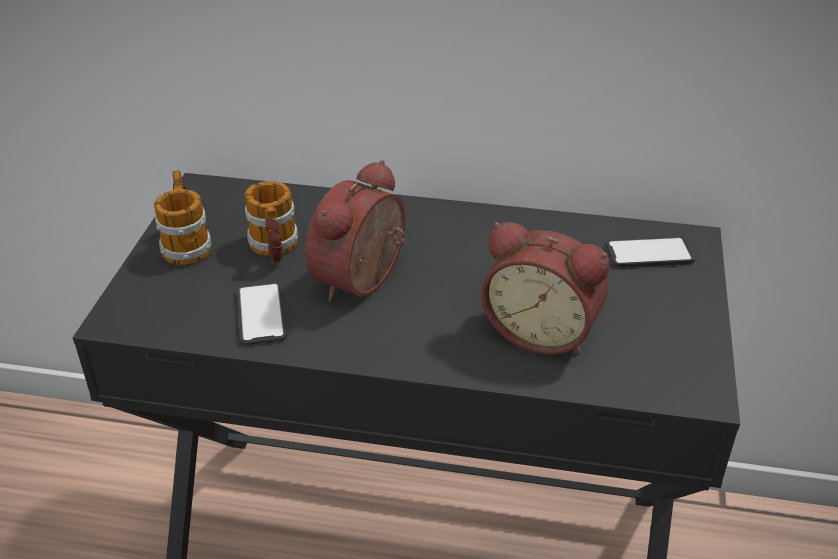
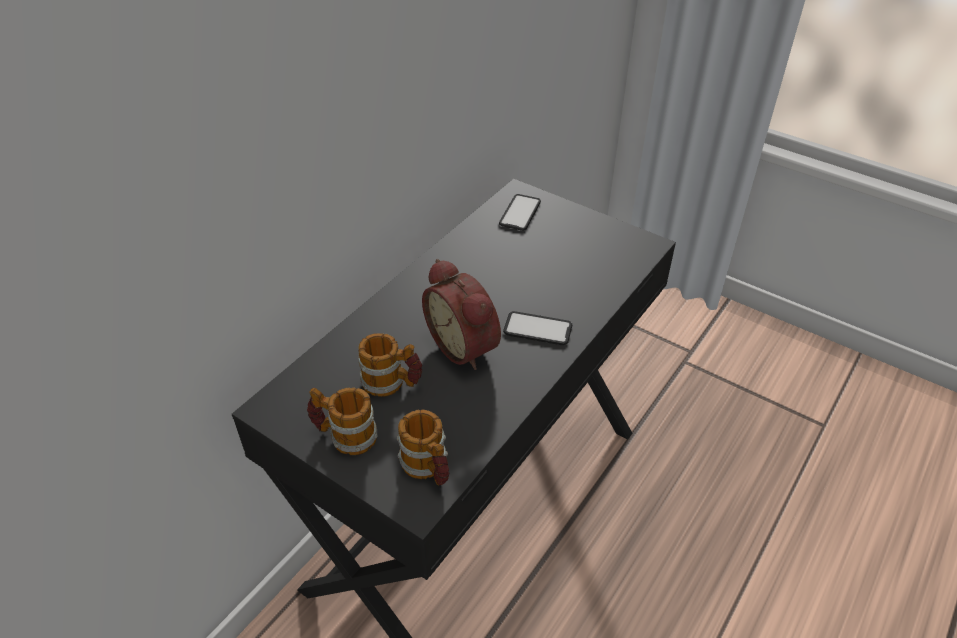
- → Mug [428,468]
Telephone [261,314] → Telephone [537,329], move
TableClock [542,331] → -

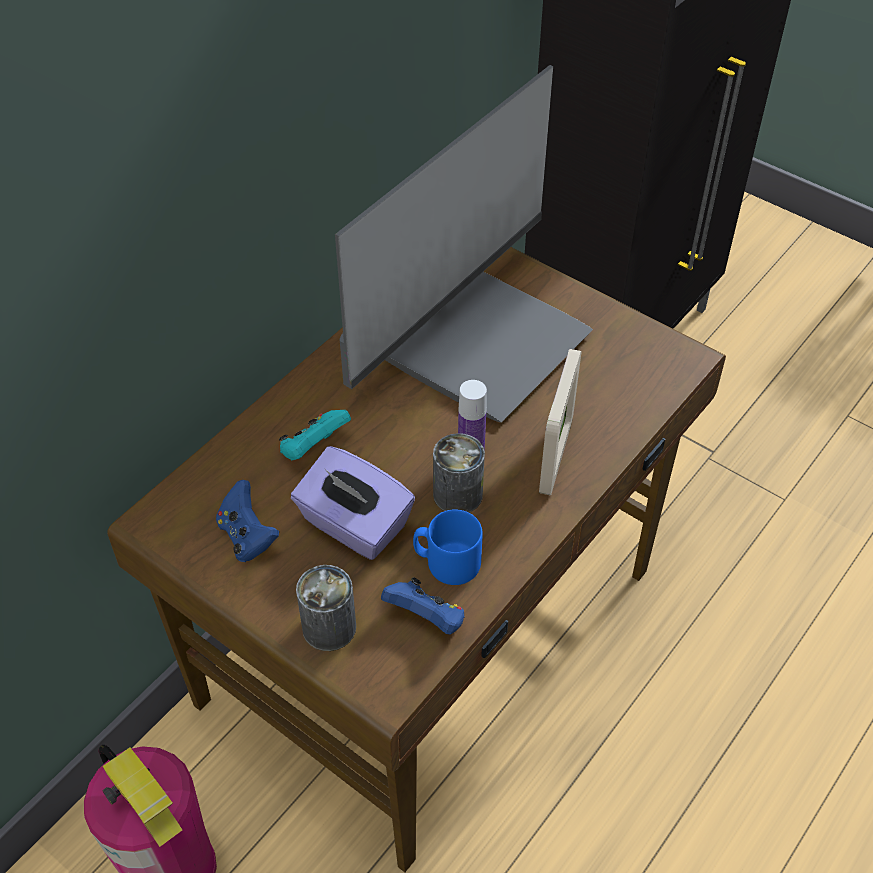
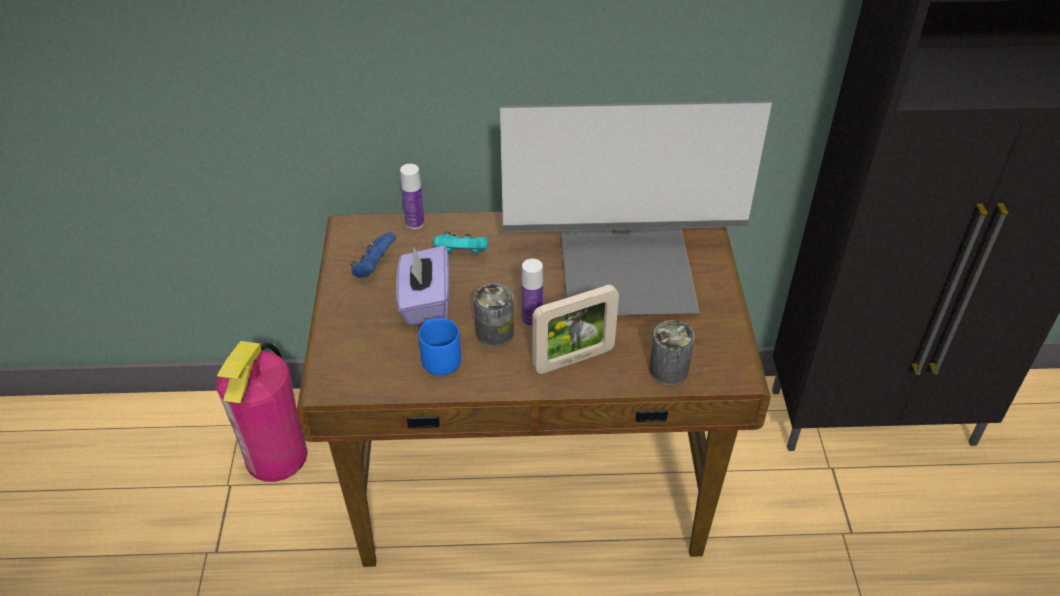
- → BeverageBottle [415,223]
SealedCan [329,627] → SealedCan [668,370], move
BlueColouredJoypad [426,619] → -

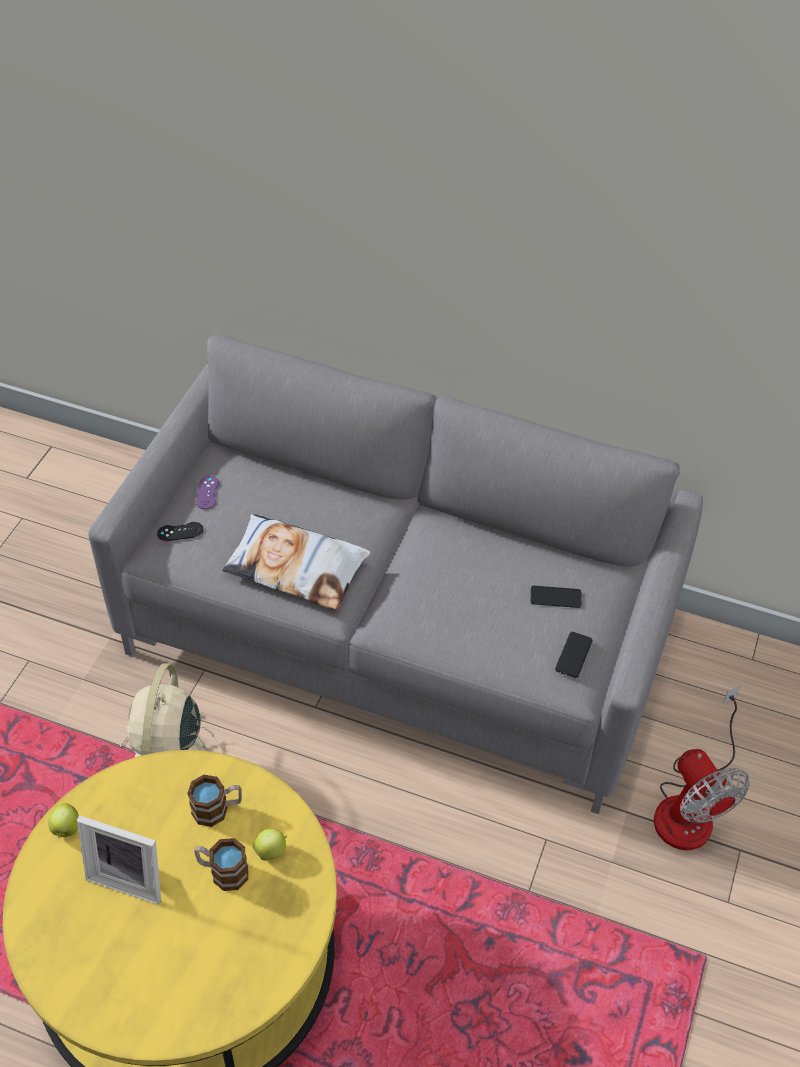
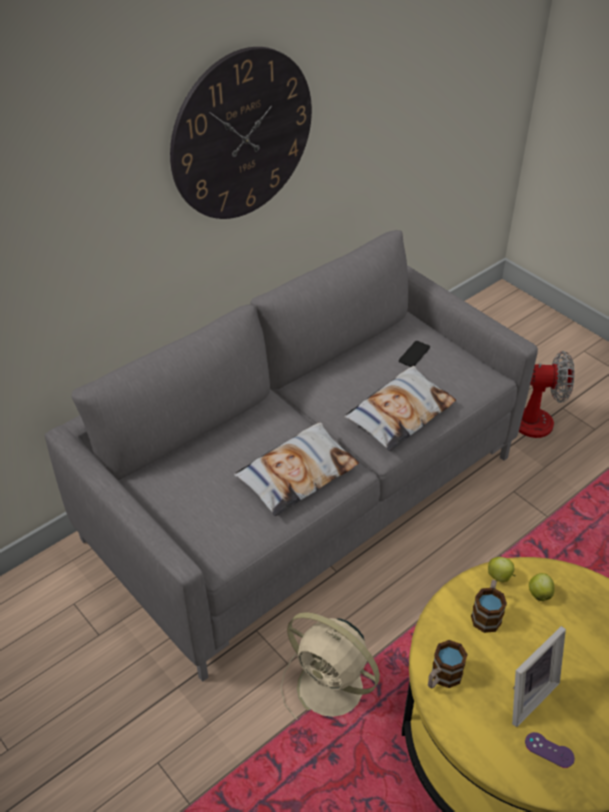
- → HangingClock [242,135]
- → ThrowPillow [400,413]
Mug [222,871] → Mug [442,678], move
Apple [66,829] → Apple [500,576], move
PurplishJoypad [207,493] → PurplishJoypad [549,750], move
BlackColouredJoypad [180,531] → -
Telephone [573,655] → -

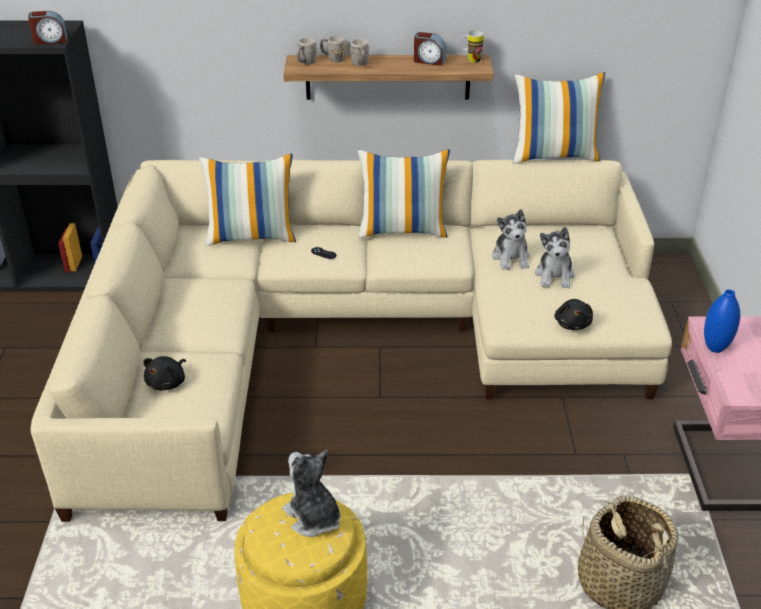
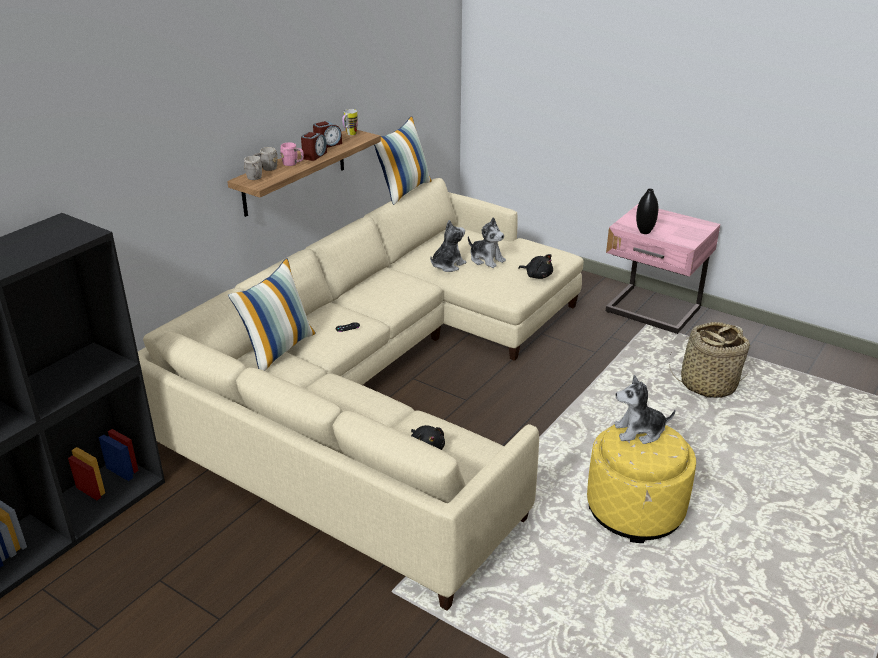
GrayMug [360,64] → PinkishMug [293,164]
TableClock [50,40] → TableClock [314,155], move
CuddlyToy [511,257] → CuddlyToy [447,265], 75 degrees counterclockwise
BlueColouredVase [715,348] → BlackColouredVase [644,232]
ThrowPillow [403,230] → -

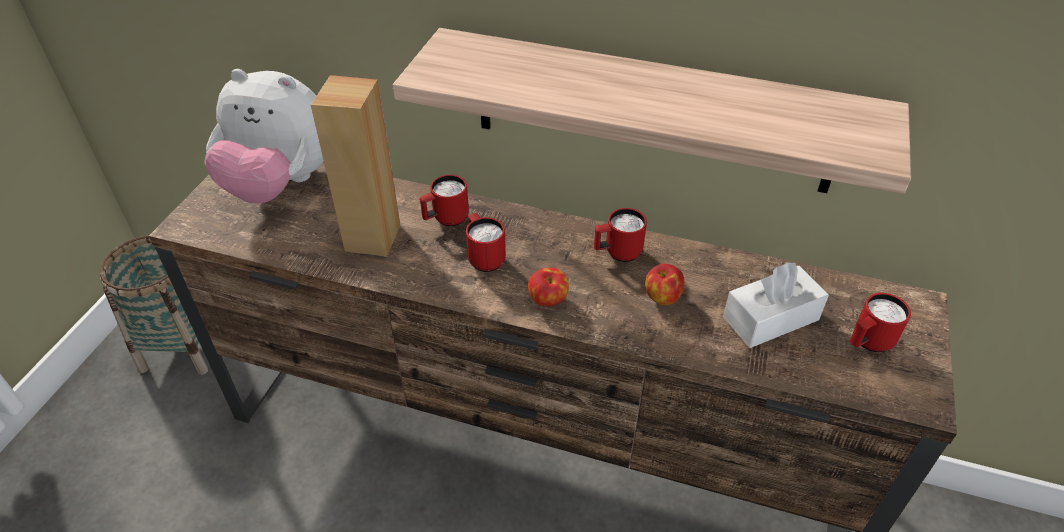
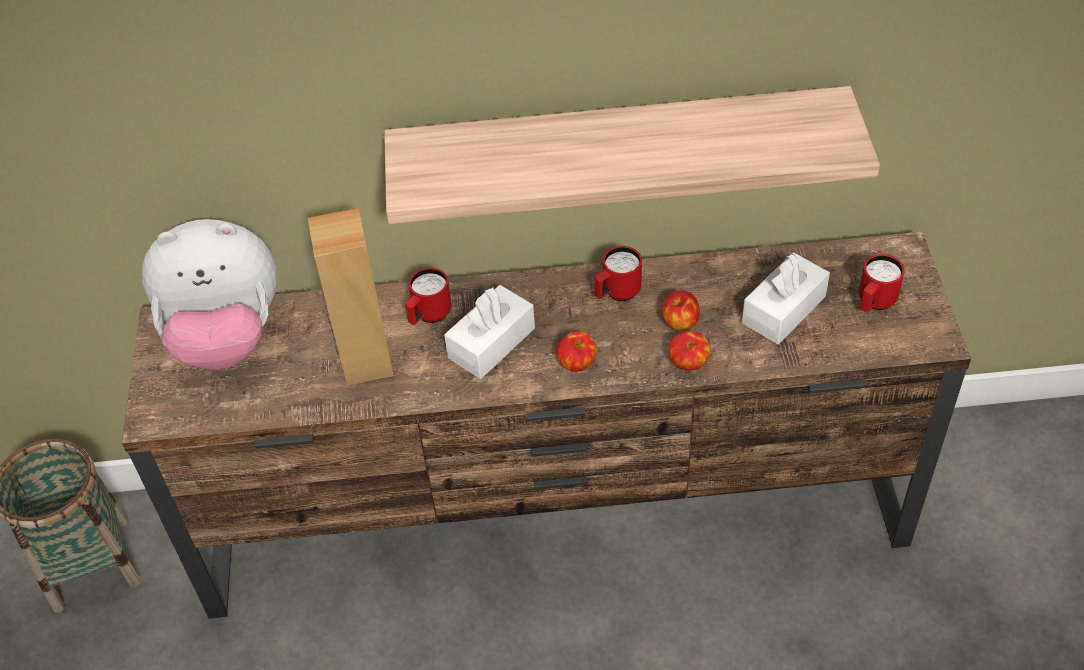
RedMug [484,258] → WhiteColouredTissueBox [491,343]
- → Apple [688,363]

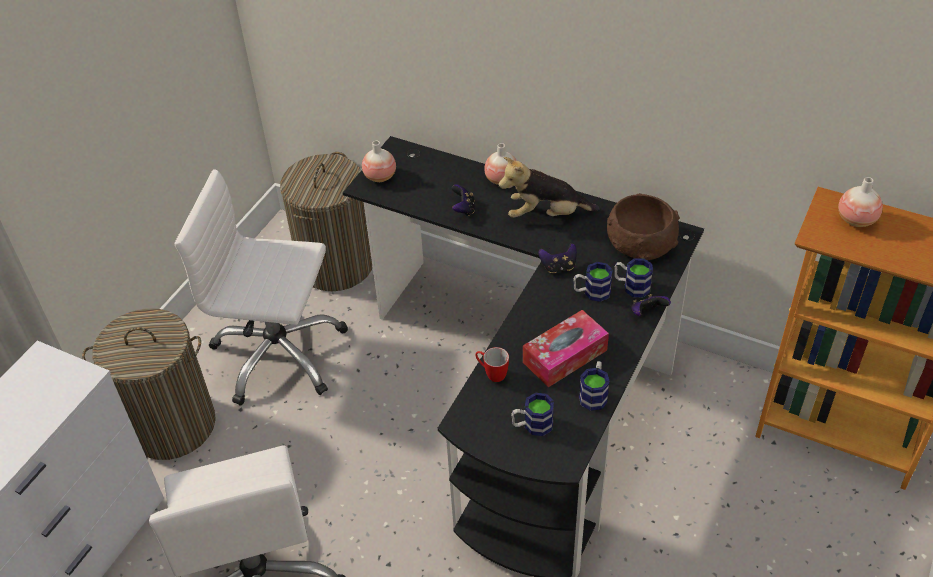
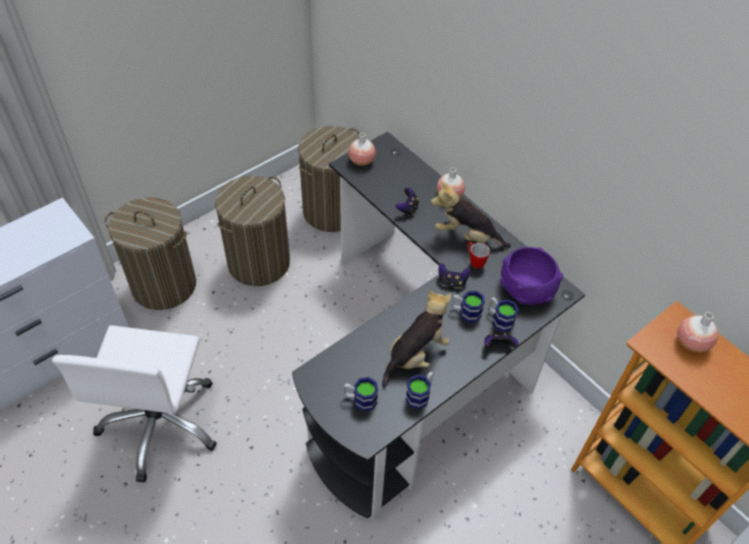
WhiteColouredComputerChair [279,354] → Hamper [259,262]
TissueBox [565,356] → CuddlyToy [416,355]
Mug [491,374] → Mug [474,261], move
BrownishBowl [641,242] → PurplishBowl [528,286]

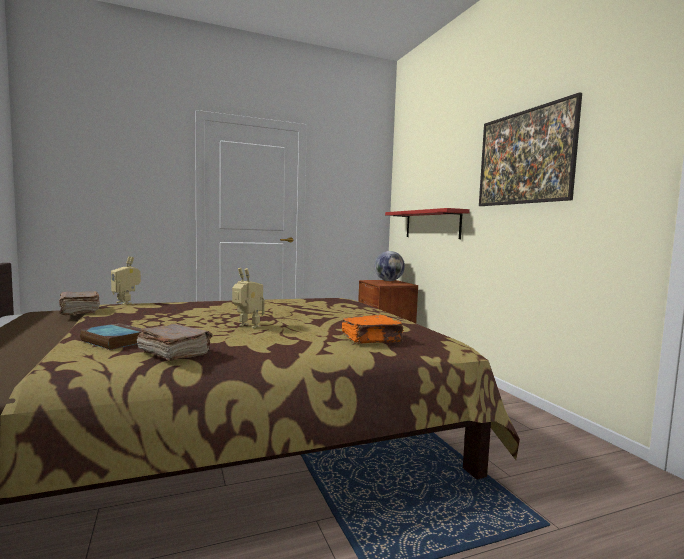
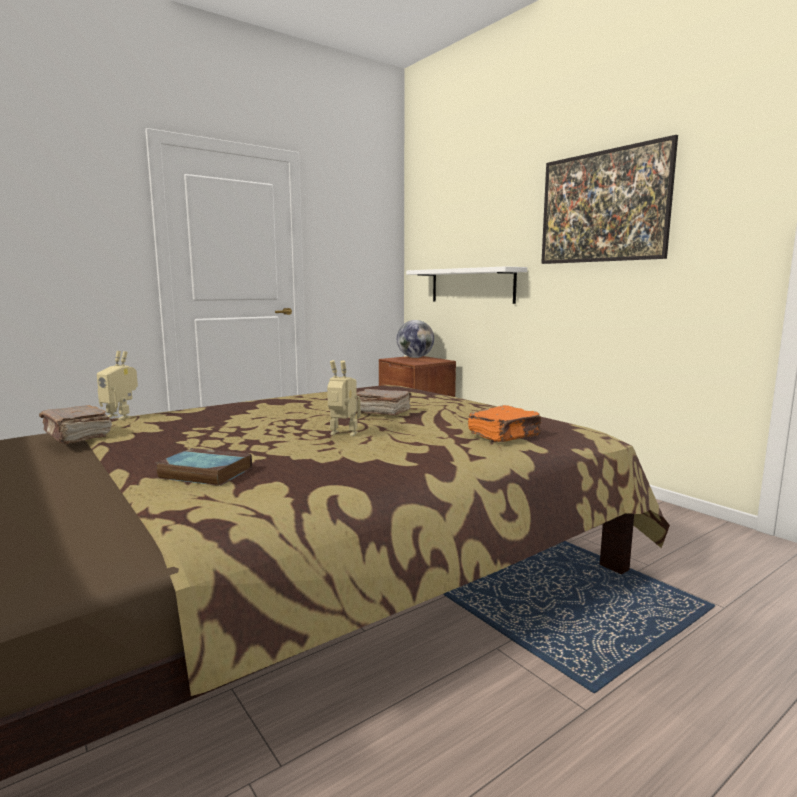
BrownishBook [174,354] → BrownishBook [380,412], move
RedBracketShelf [432,224] → WhiteColouredBracketShelf [471,285]

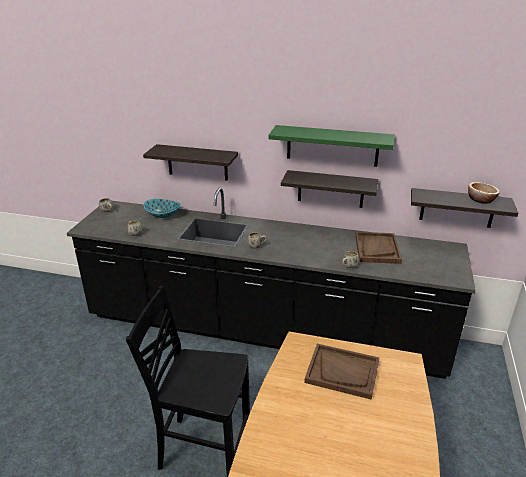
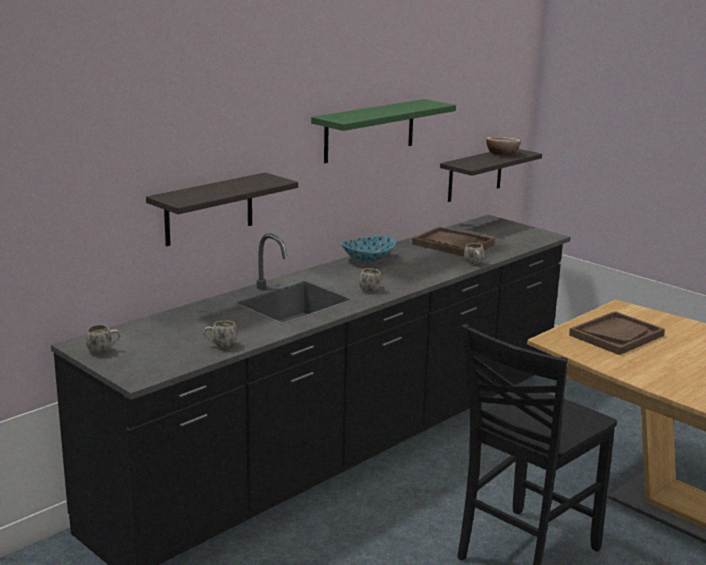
Bowl [163,215] → Bowl [367,259], move
BracketShelf [330,189] → -

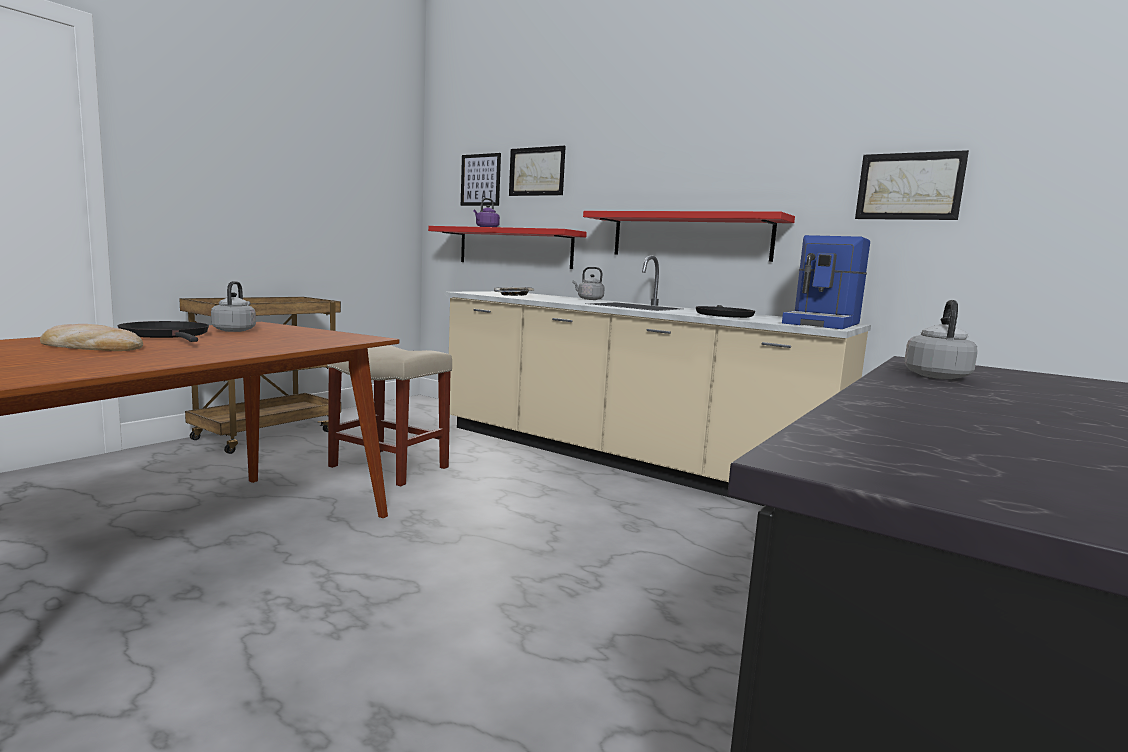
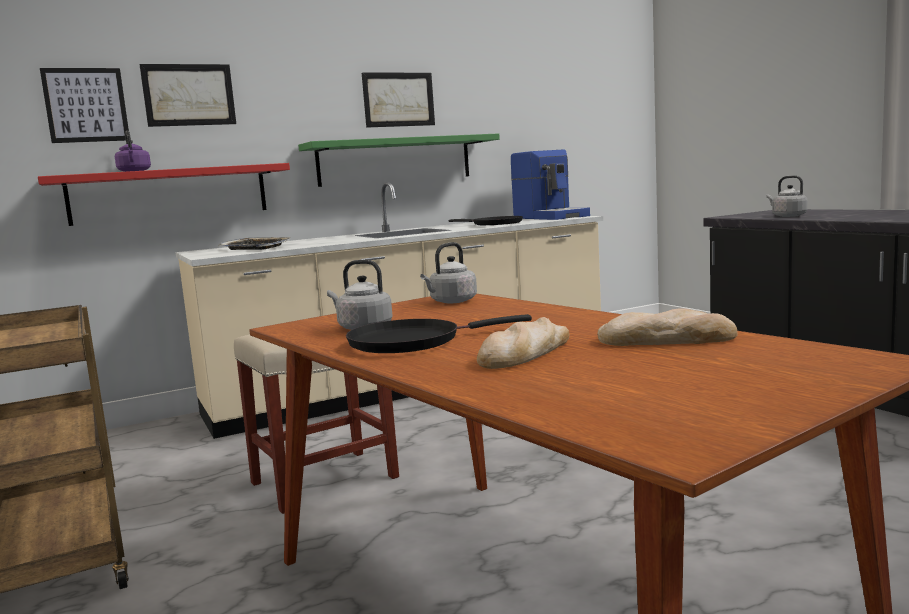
RedBracketShelf [690,236] → GreenishBracketShelf [395,161]
WallPicture [909,186] → WallPicture [398,99], move
GrayTeaKettle [589,299] → GrayTeaKettle [451,302], move
- → BakeryBread [666,339]

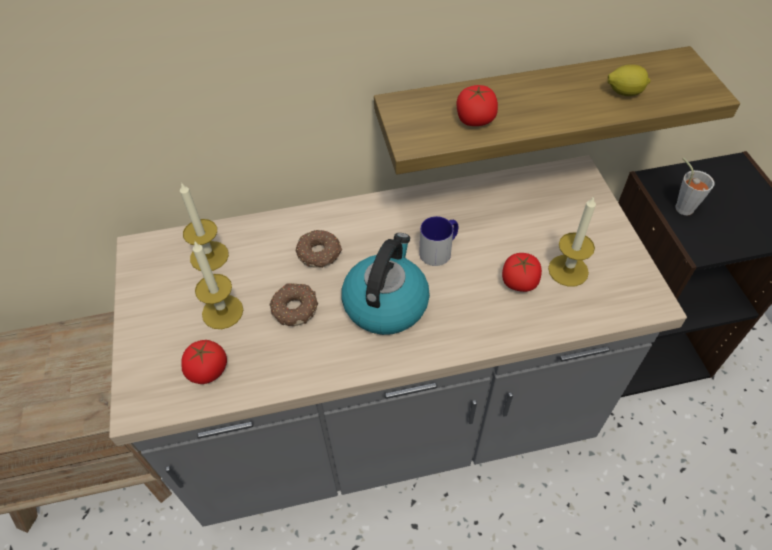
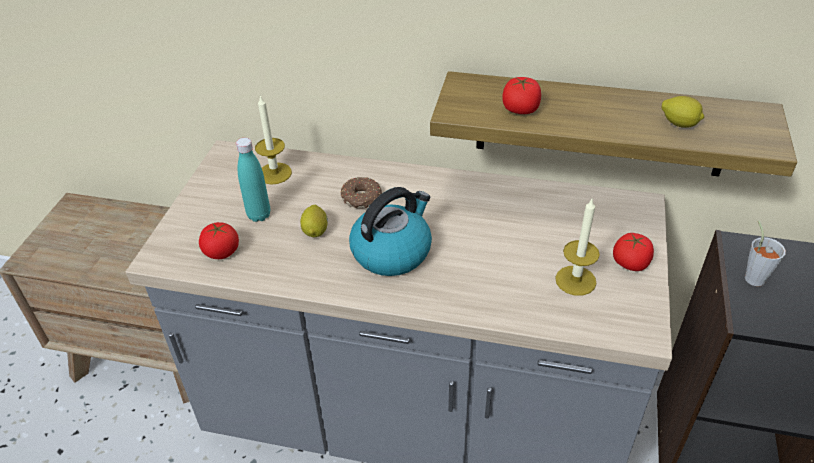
WaxLight [222,312] → TurquoiseBeverageBottle [259,215]
RingDoughnut [295,308] → Lemon [315,231]
FreshTomato [519,282] → FreshTomato [630,263], move
Mug [439,250] → -

